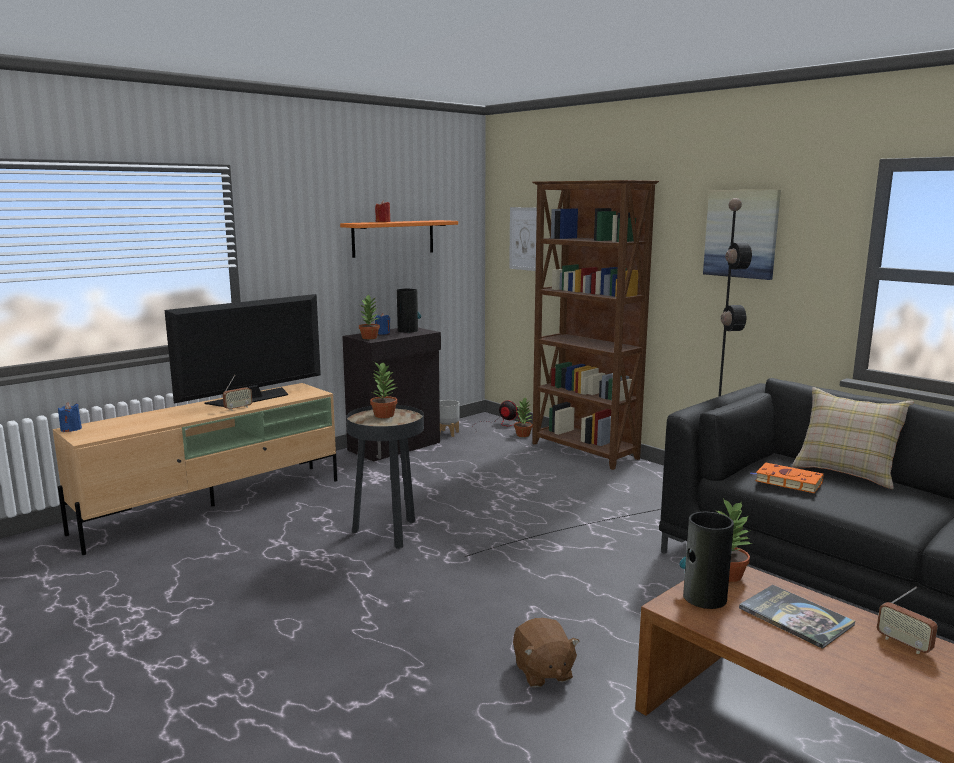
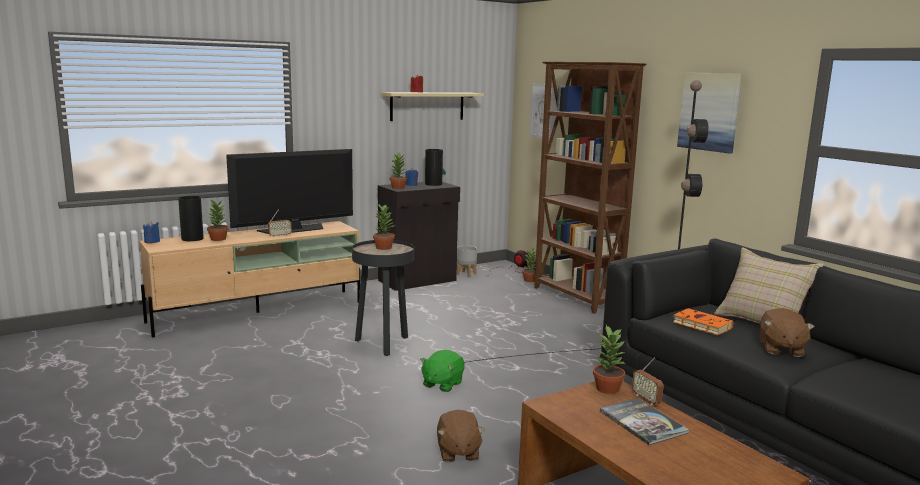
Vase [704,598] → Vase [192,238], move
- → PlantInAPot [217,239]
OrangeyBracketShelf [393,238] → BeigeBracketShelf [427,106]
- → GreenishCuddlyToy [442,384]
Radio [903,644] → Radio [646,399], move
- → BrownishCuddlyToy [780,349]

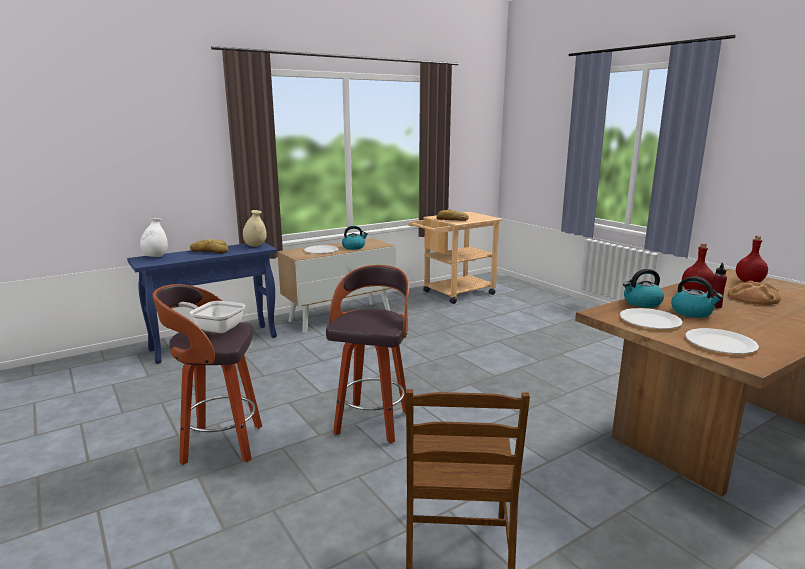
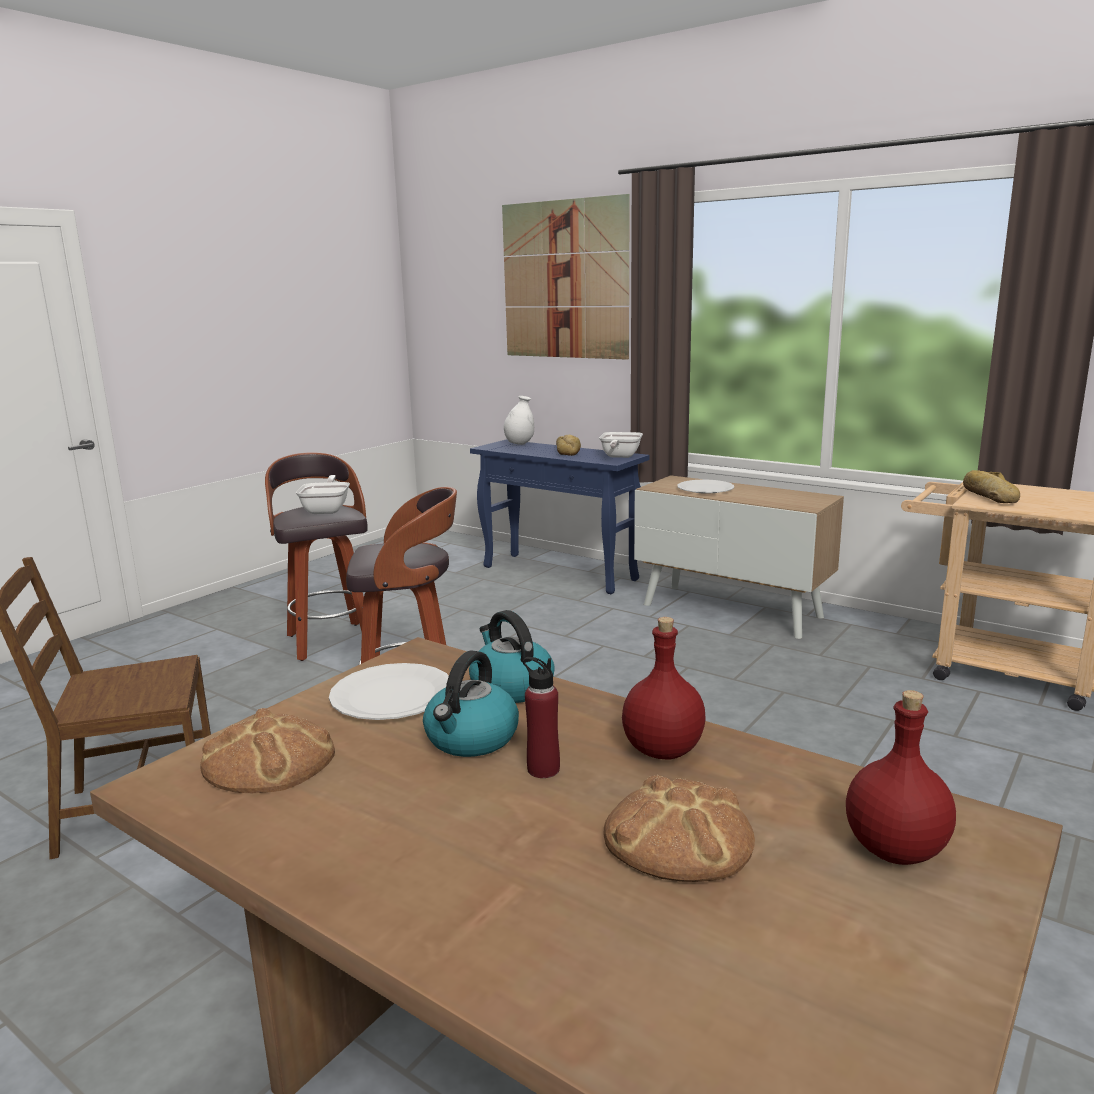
WhiteColouredPlate [720,343] → BakeryBread [270,759]
- → WallPicture [564,280]
BeigeVase [255,245] → FryingPan [619,457]
TeaKettle [354,247] → -

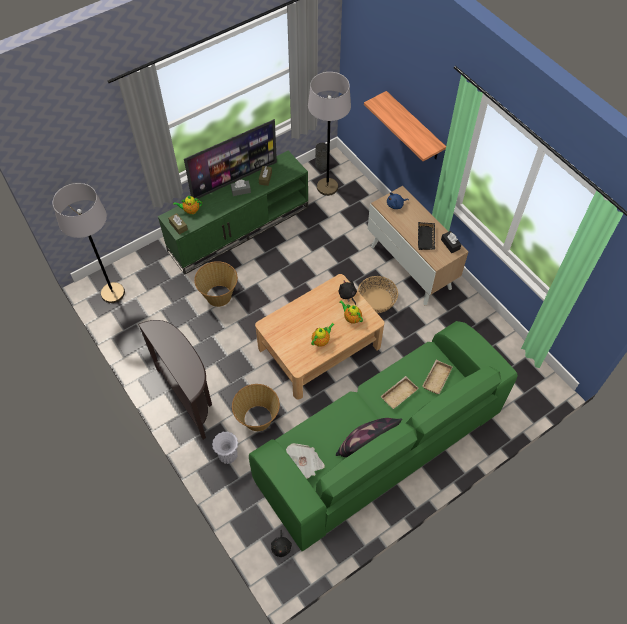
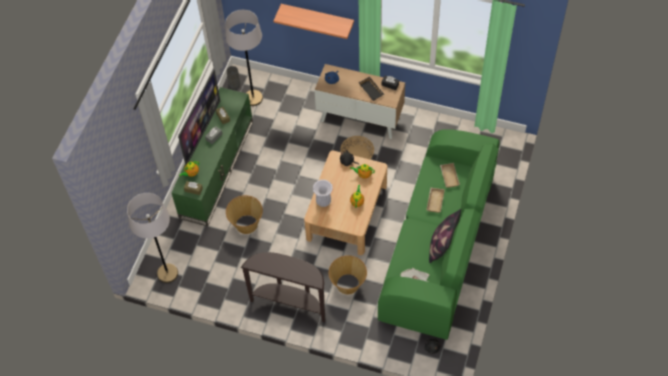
WhiteColouredVase [228,455] → WhiteColouredVase [323,201], move

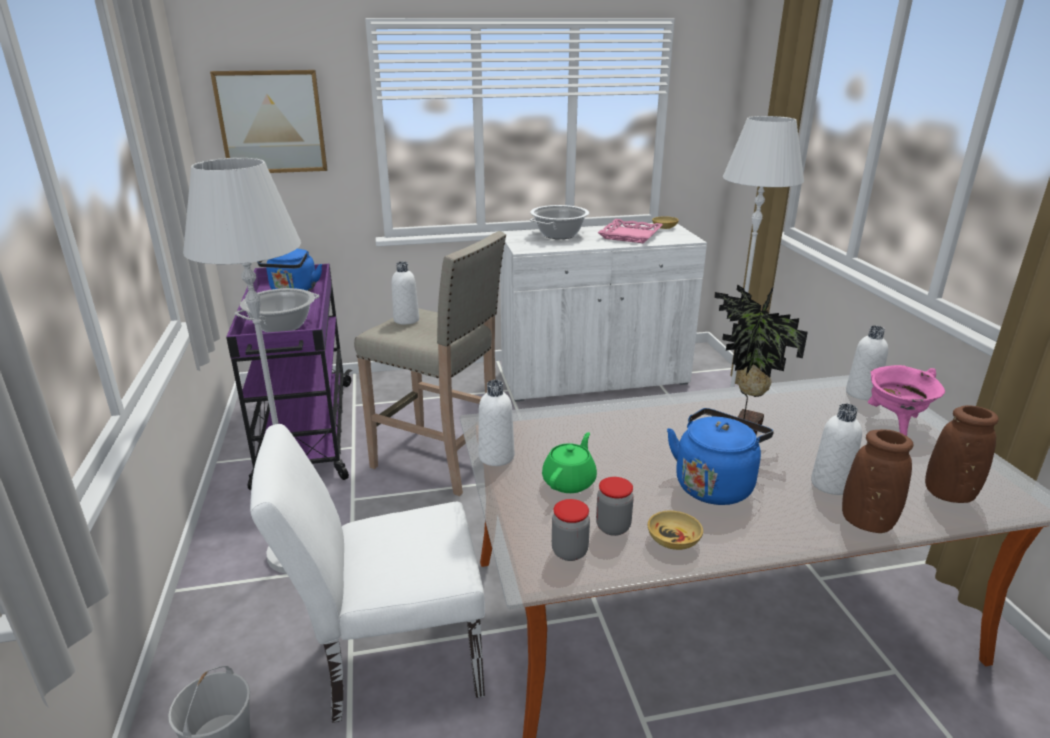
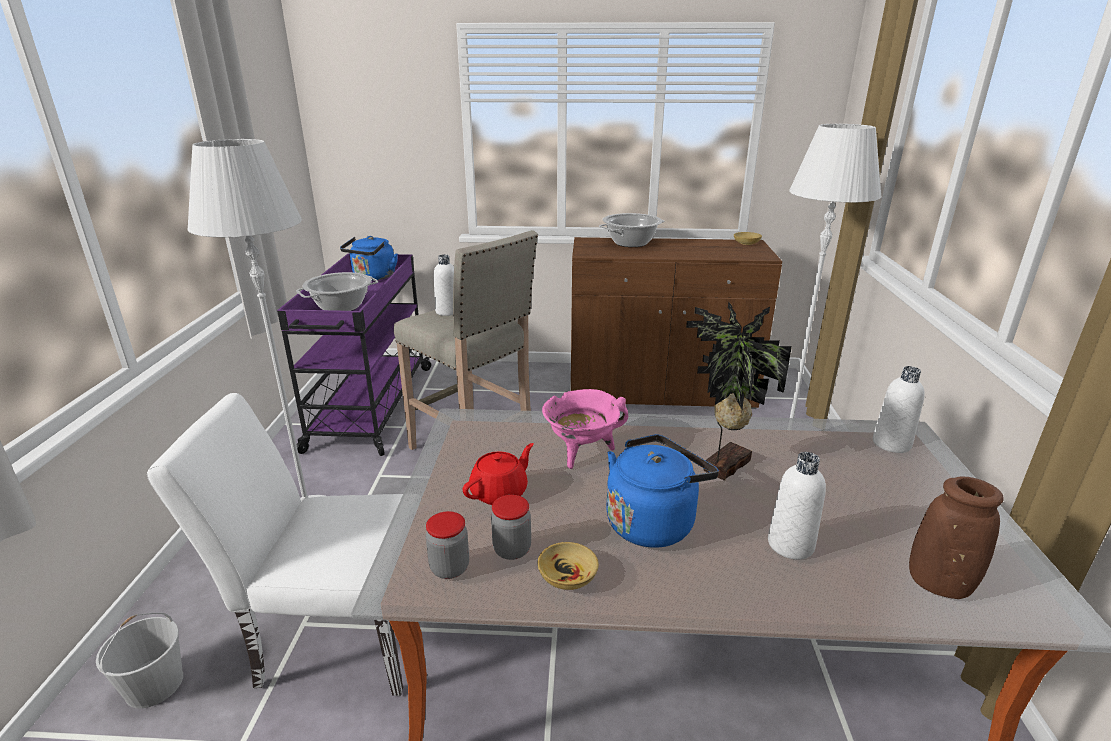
GreenishPotForTea [570,481] → RedPotForTea [500,492]
PinkishSaucepot [895,423] → PinkishSaucepot [582,453], move
WhiteColouredCupboard [594,378] → BrownishCupboard [660,391]
WallPicture [271,122] → -
WhiteColouredBeverageBottle [496,457] → -
PinkishTray [629,235] → -
BrownishVase [867,522] → -

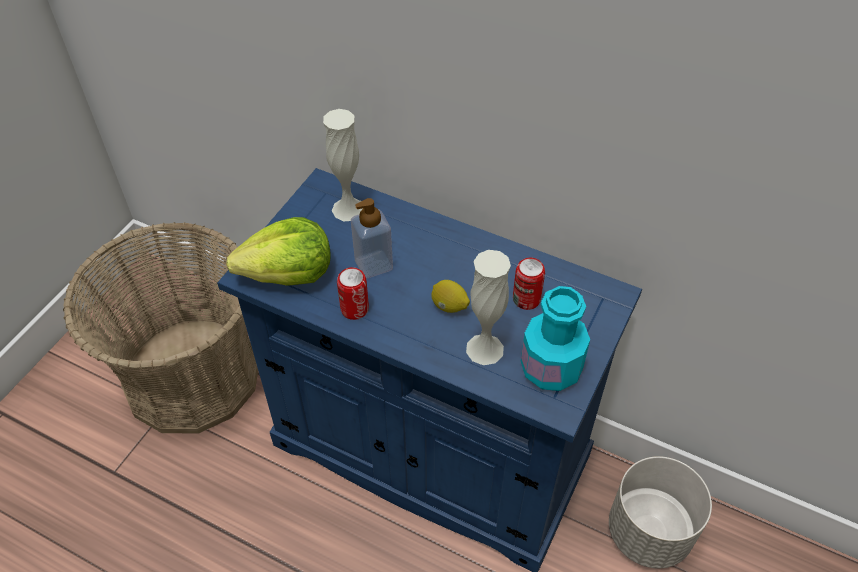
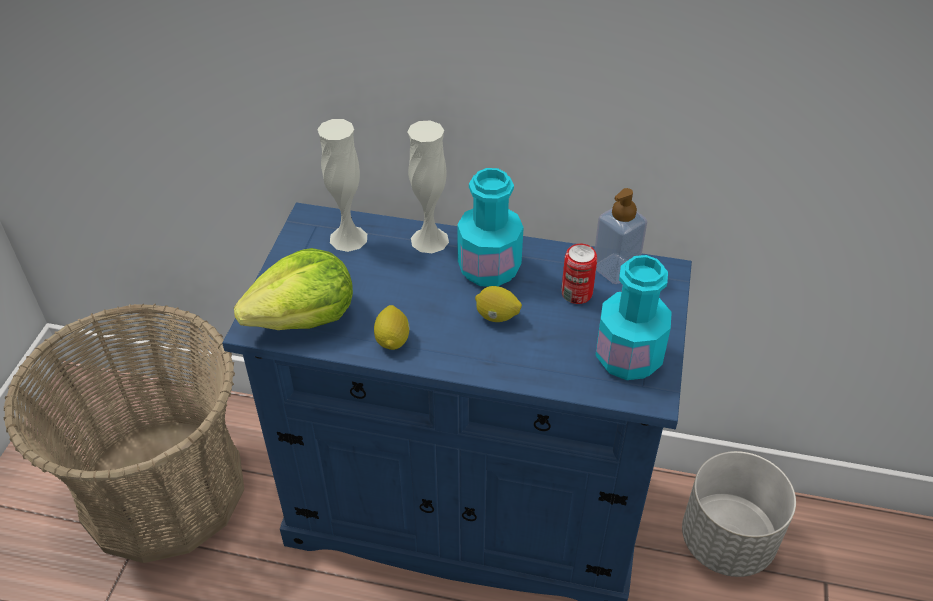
SealedCan [354,309] → Lemon [393,340]
WhiteColouredVase [484,349] → WhiteColouredVase [429,240], move
- → TurquoiseBeverageBottle [489,268]
SoapDispenser [373,264] → SoapDispenser [615,269], move

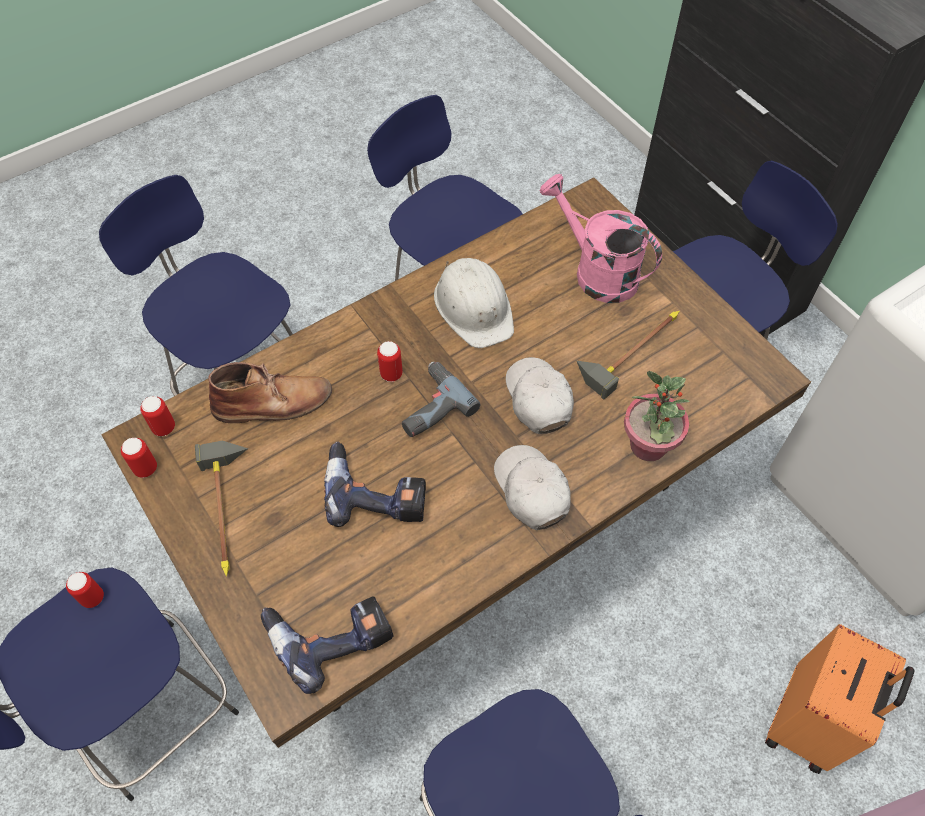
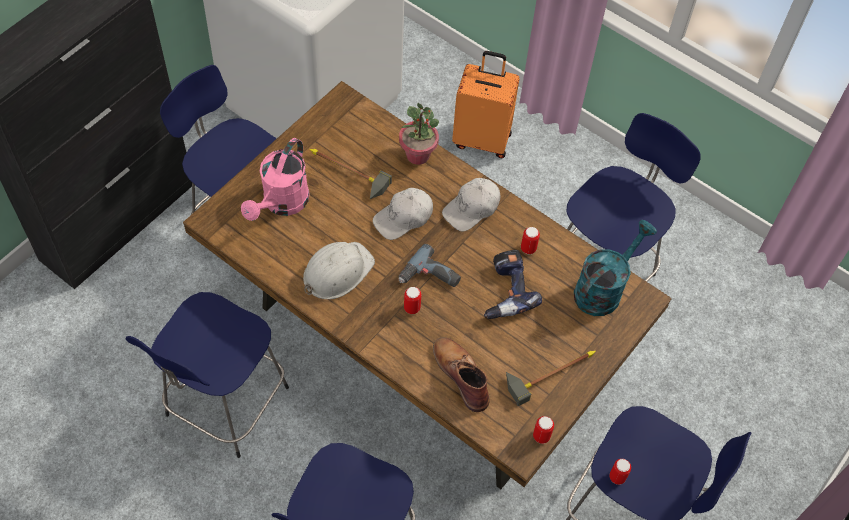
SealedCan [164,428] → SealedCan [528,248], move
PowerDrill [329,634] → TurquoiseWateringCan [603,288]

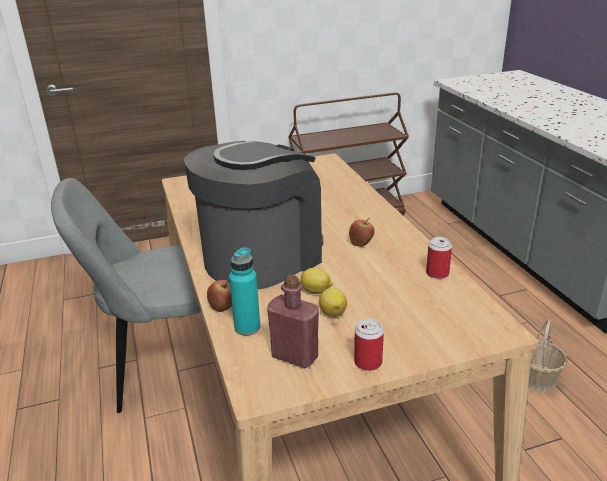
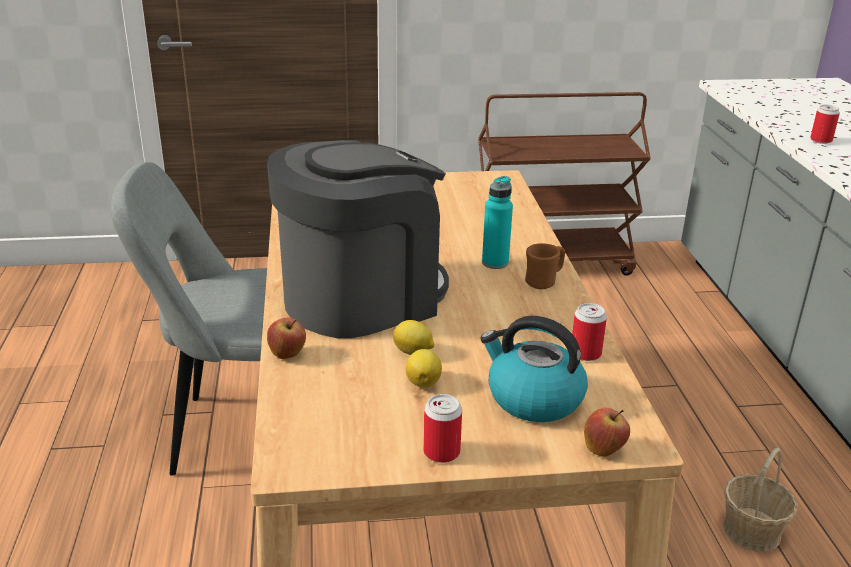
- → TeaKettle [533,398]
TurquoiseBeverageBottle [247,327] → TurquoiseBeverageBottle [495,263], move
- → BrownishMug [544,282]
Apple [361,244] → Apple [604,450], move
- → SealedCan [821,140]
RedBeverageBottle [295,356] → -

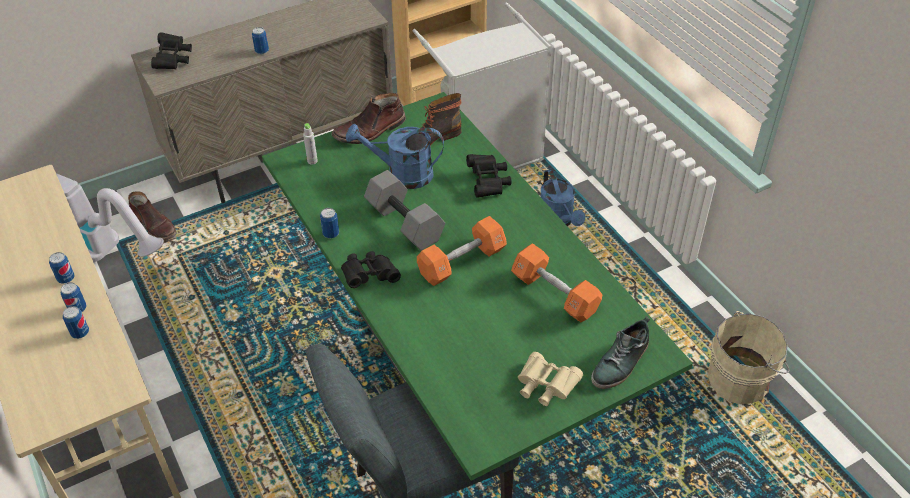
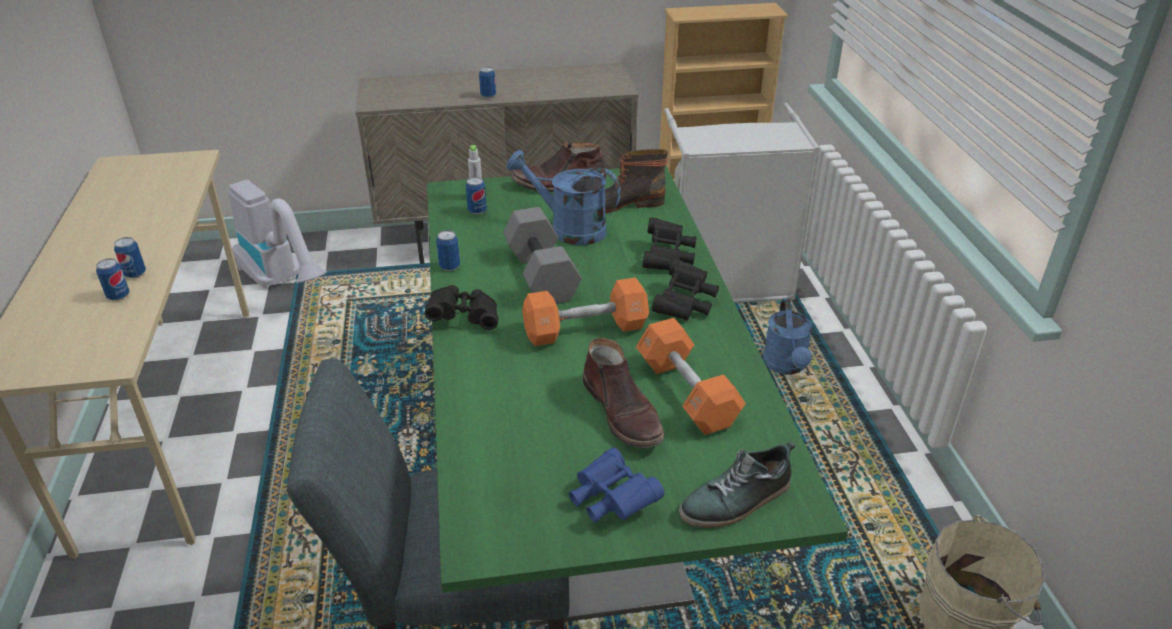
SealedCan [66,278] → SealedCan [477,211], move
BeigePairOfBinoculars [545,387] → BlueColouredPairOfBinoculars [611,500]
BrownishHighTopBoot [155,225] → BrownishHighTopBoot [623,412], move
BlackColouredPairOfBinoculars [173,59] → BlackColouredPairOfBinoculars [685,303], move

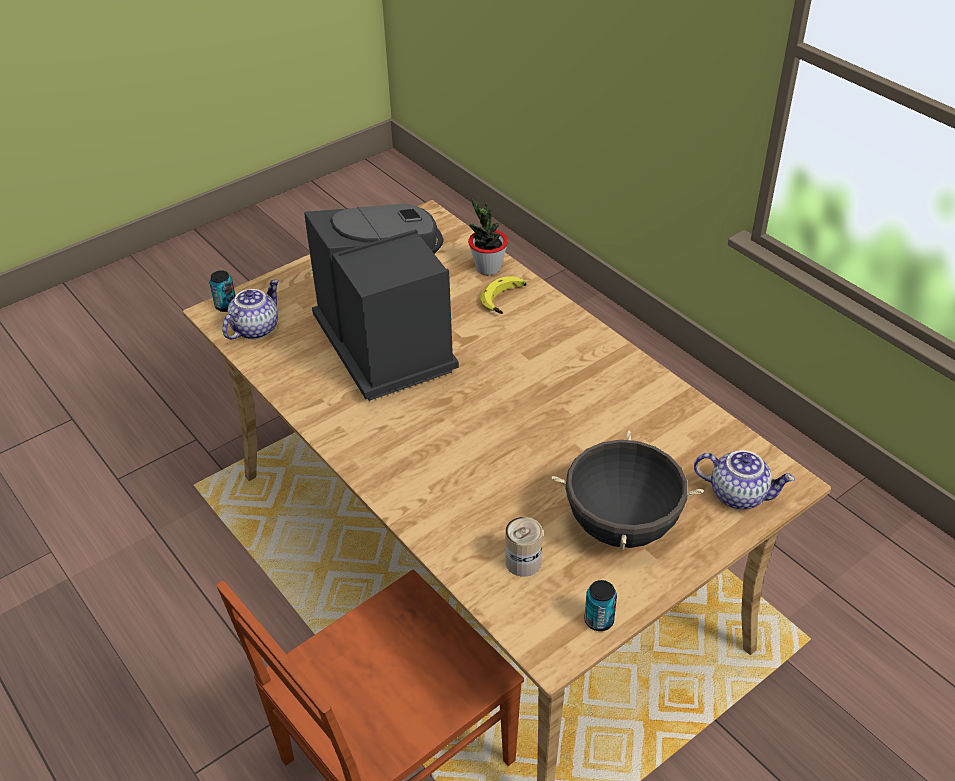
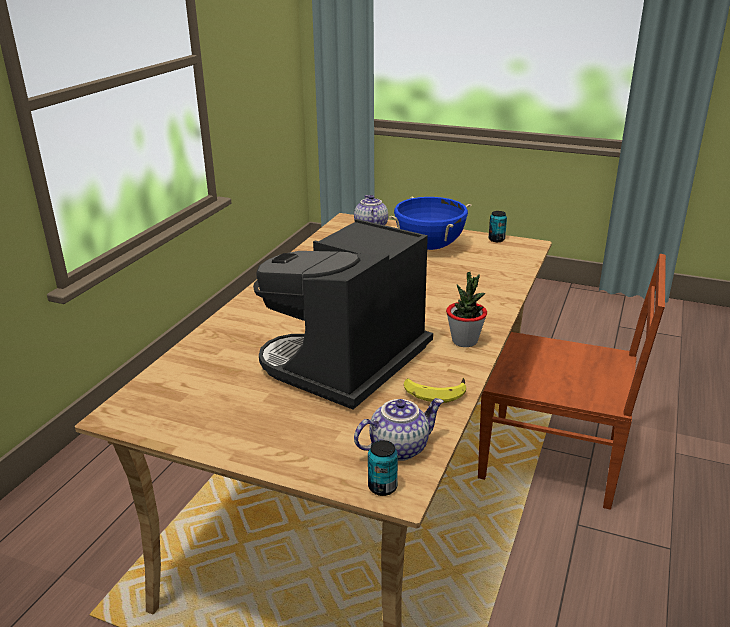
PotForTea [255,328] → PotForTea [398,447], 150 degrees clockwise
BlackColouredSaucepot [622,526] → BlueColouredSaucepot [429,246]
Banana [505,300] → Banana [435,392], move
PlantInAPot [488,268] → PlantInAPot [464,341], move
SealedCan [523,562] → -

